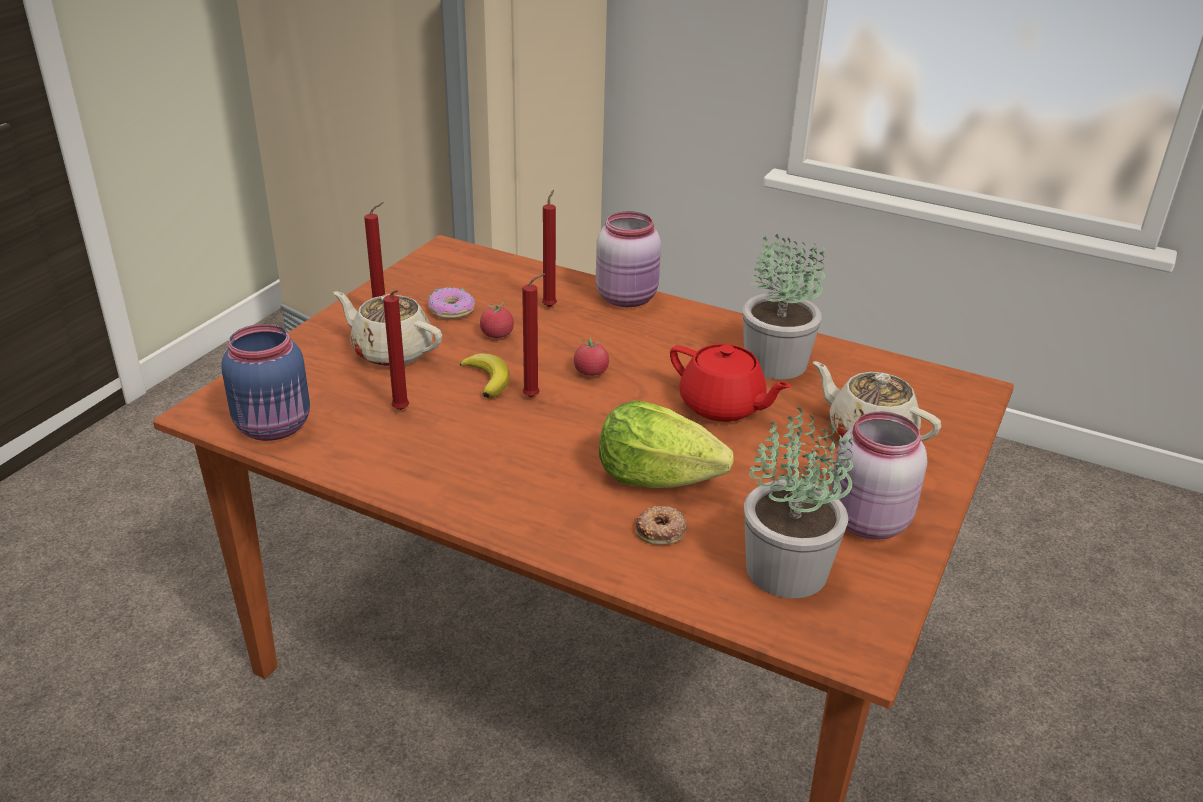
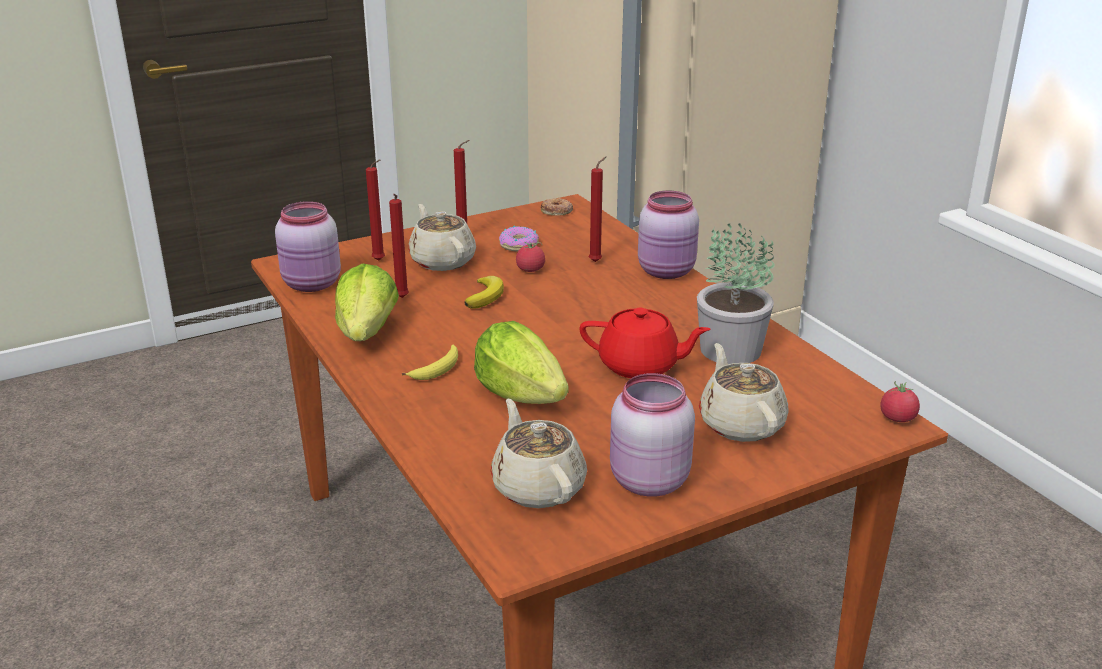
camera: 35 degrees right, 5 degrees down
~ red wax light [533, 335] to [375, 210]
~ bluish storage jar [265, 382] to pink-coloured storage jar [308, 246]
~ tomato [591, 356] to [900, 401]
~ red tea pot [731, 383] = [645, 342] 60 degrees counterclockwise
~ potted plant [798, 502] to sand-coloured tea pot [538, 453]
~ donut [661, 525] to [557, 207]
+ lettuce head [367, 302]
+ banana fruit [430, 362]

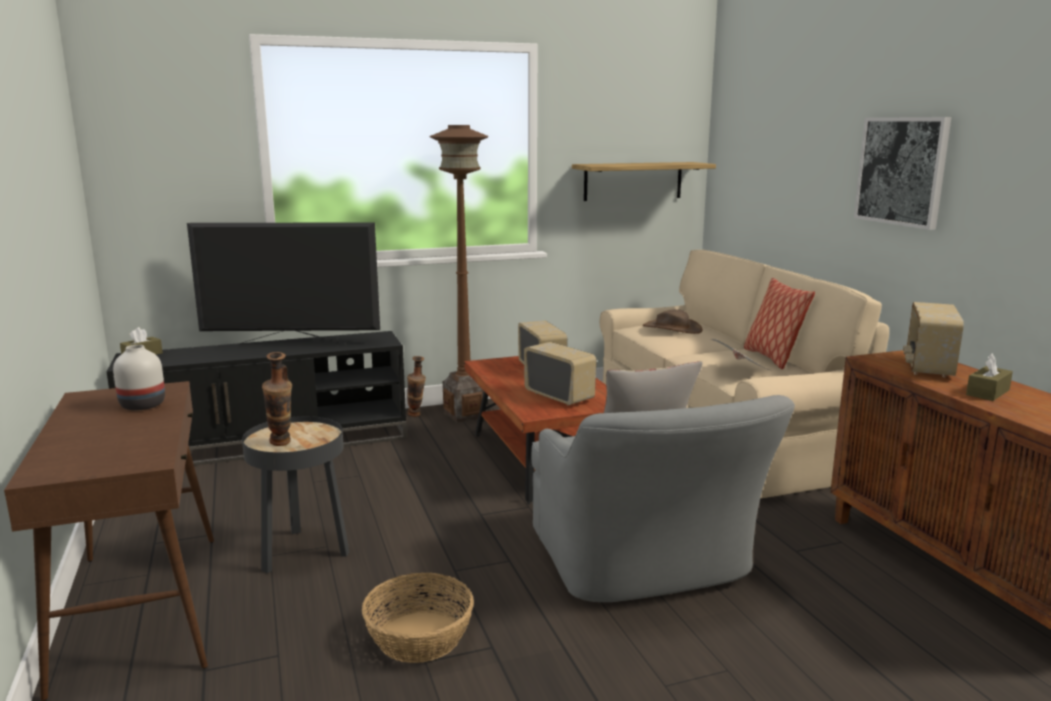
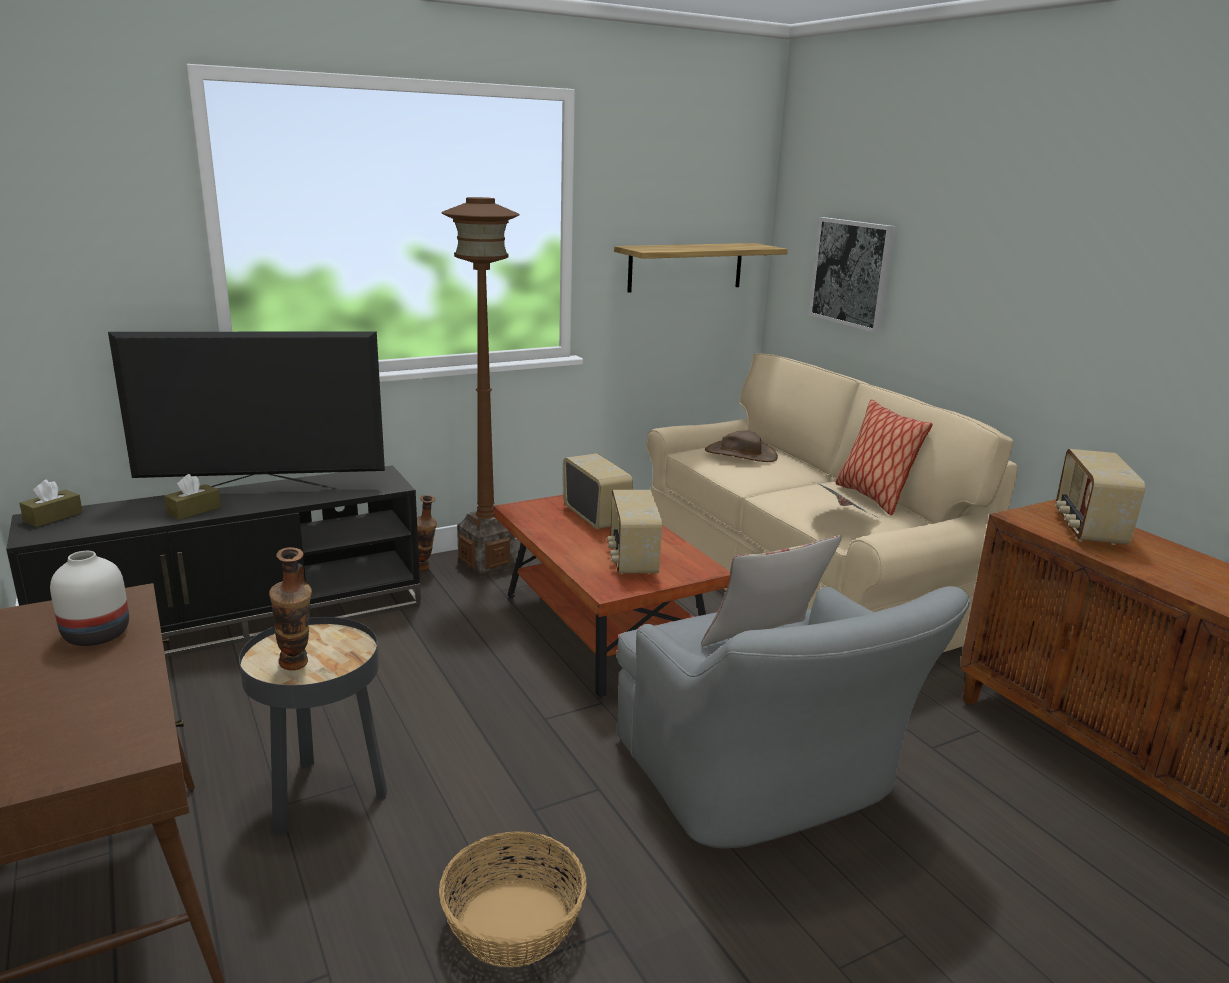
camera: 10 degrees left, 5 degrees up
~ wall art [902, 173] to [852, 275]
~ radio set [560, 373] = [634, 532] 135 degrees counterclockwise
~ brown-coloured box of tissues [989, 377] to [192, 497]

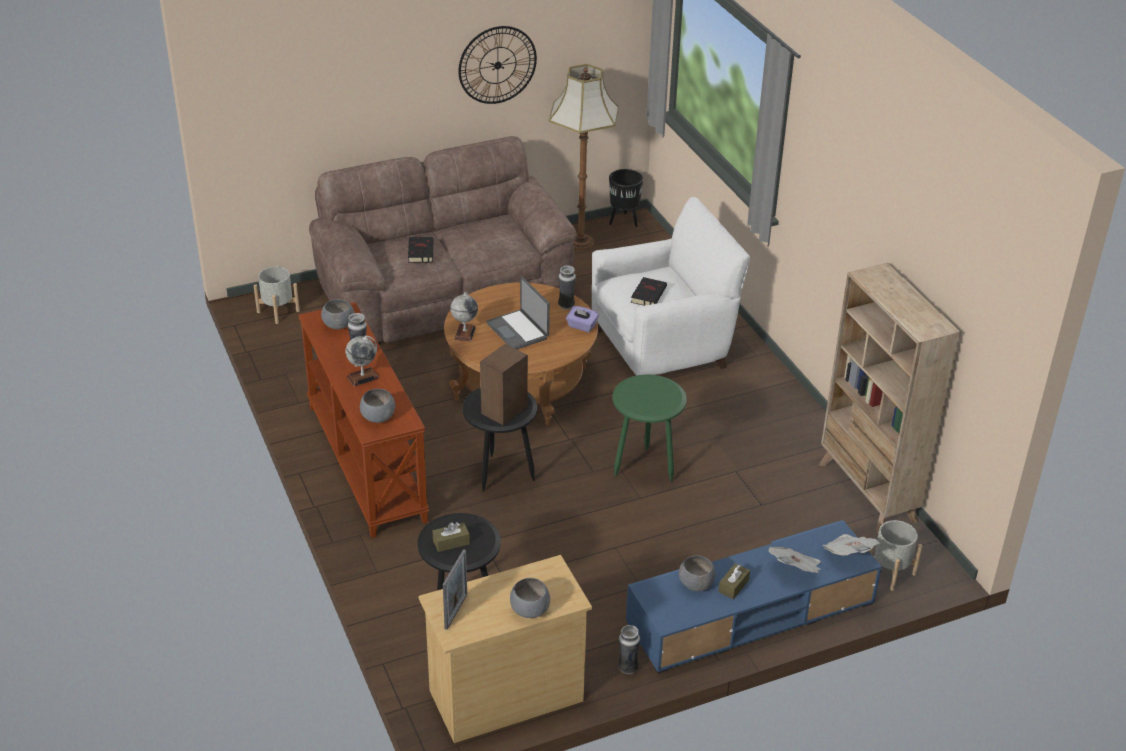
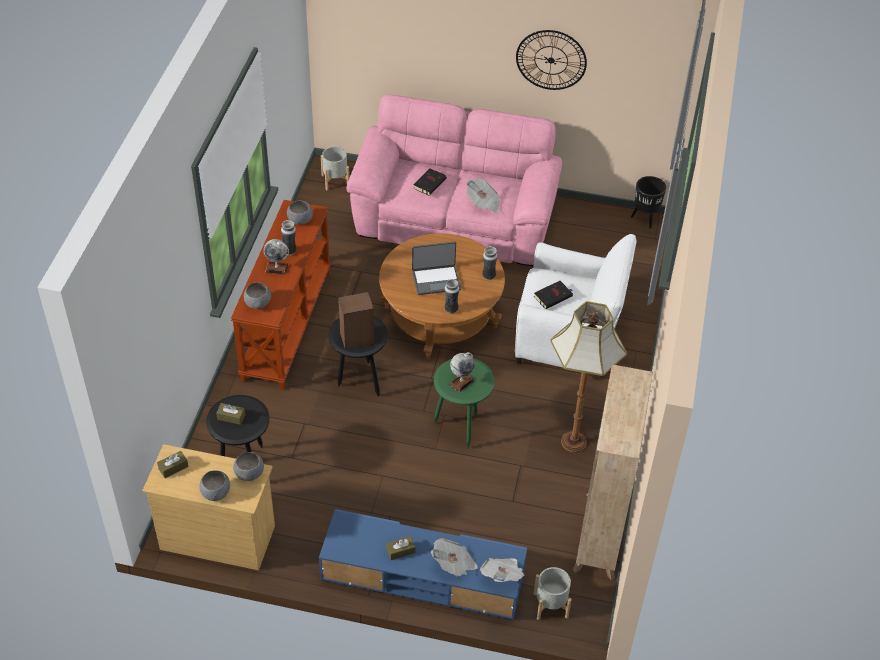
camera: 35 degrees right, 10 degrees up
~ floor lamp [584, 157] to [589, 377]
~ brown-coloured sofa [443, 240] to pink-coloured sofa [454, 180]
~ portable computer [518, 313] = [436, 268] 105 degrees counterclockwise
~ desk globe [464, 316] to [462, 372]
- purple box of tissues [582, 319]
~ photo frame [455, 589] to brown-coloured box of tissues [172, 464]
~ grey deep dish [697, 573] to [248, 466]
~ decorative vase [629, 649] to [451, 296]
+ newspaper [483, 195]

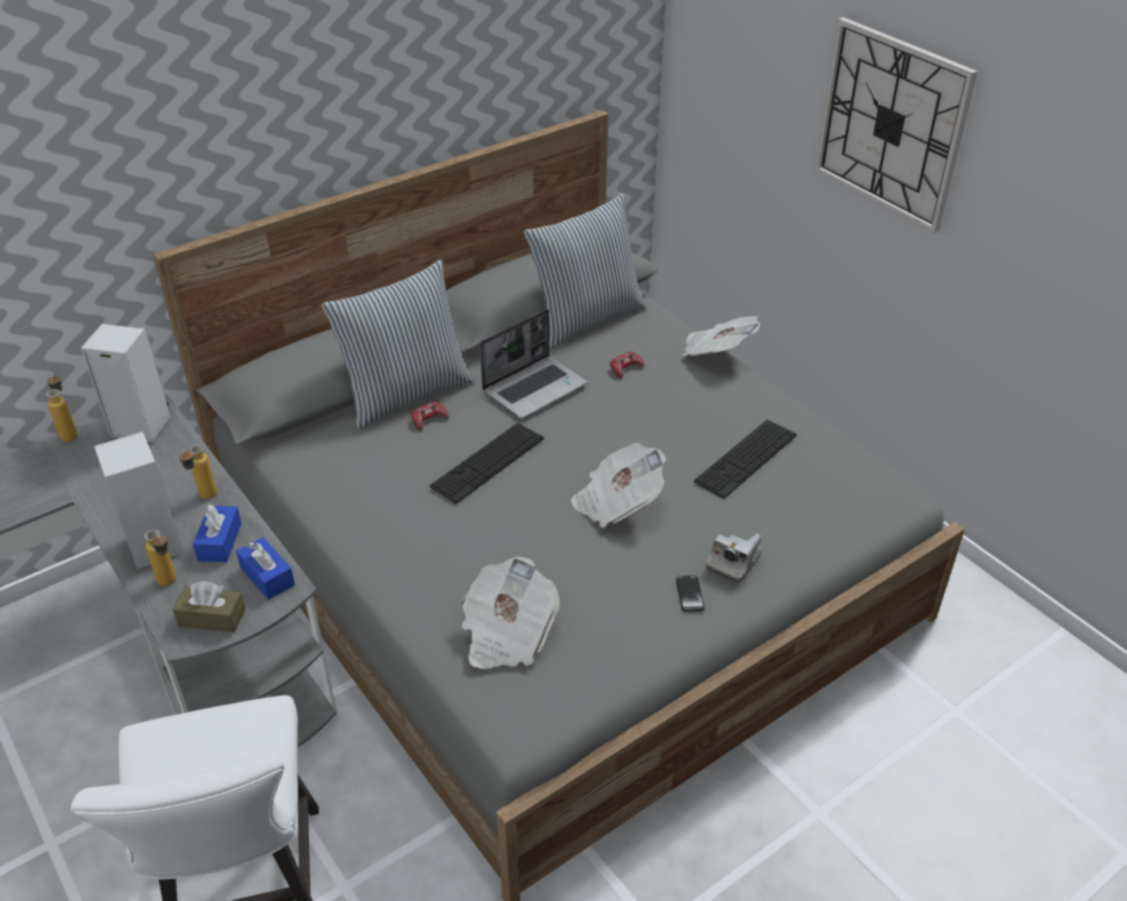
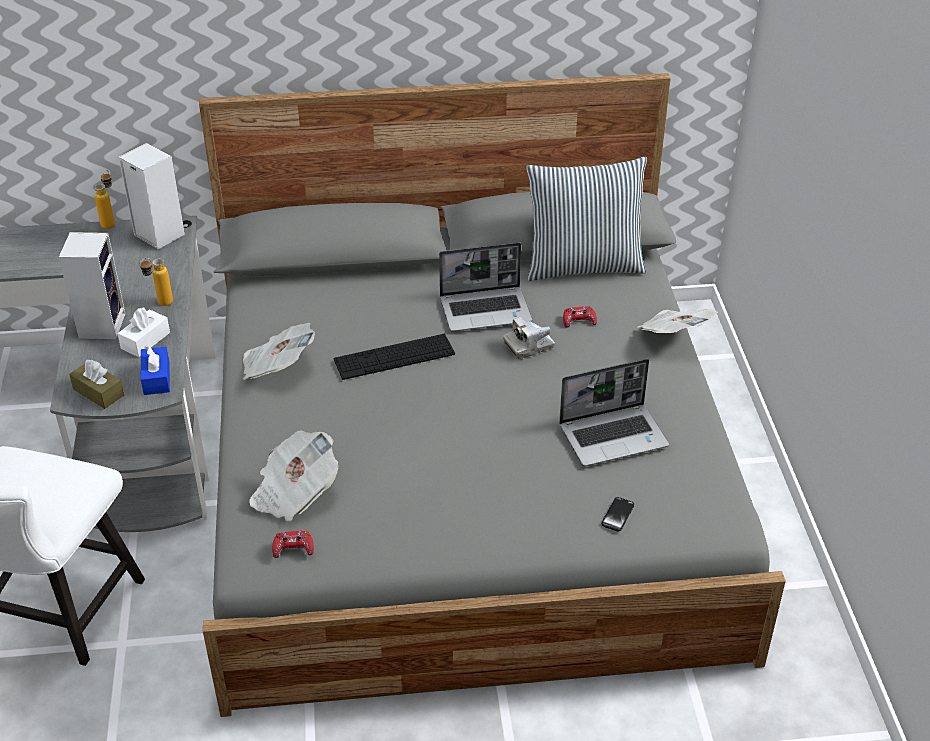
camera: 30 degrees right, 0 degrees up
- hanging clock [896, 125]
- throw pillow [397, 344]
~ red game controller [430, 416] to [293, 544]
~ computer keyboard [745, 459] to portable computer [614, 412]
~ newspaper [618, 485] to [279, 351]
~ bluish box of tissues [217, 533] to white box of tissues [143, 332]
- drink bottle [160, 557]
~ still camera [734, 559] to [529, 338]
~ handset [690, 593] to [618, 514]

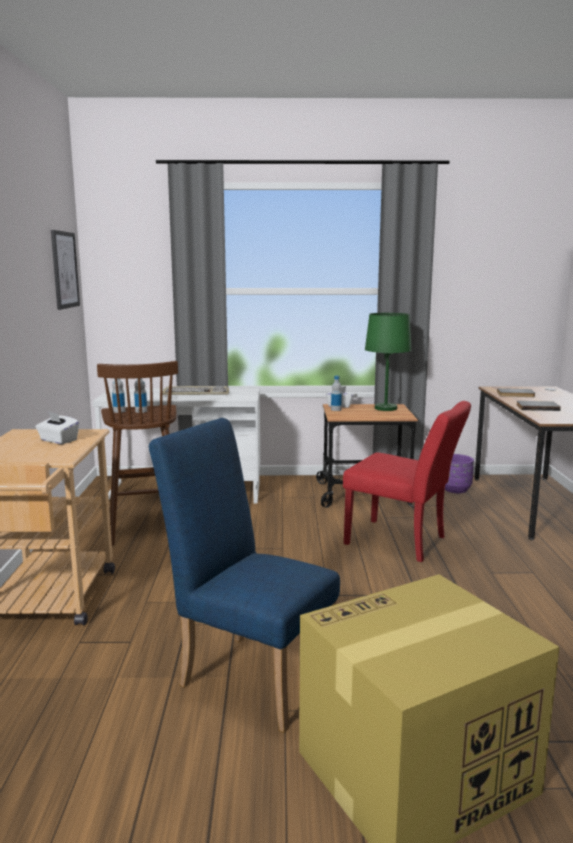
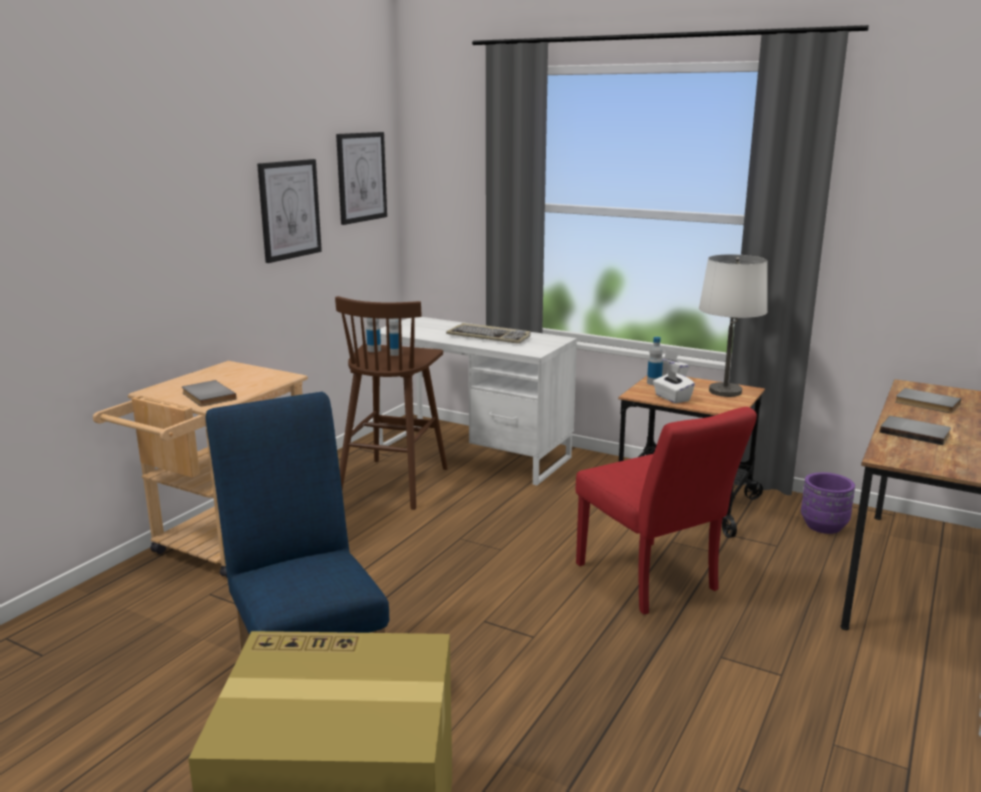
camera: 30 degrees right, 5 degrees up
~ greenish table lamp [388, 362] to white table lamp [733, 325]
~ white box of tissues [57, 427] to [674, 386]
+ wall art [289, 211]
+ grey book [209, 393]

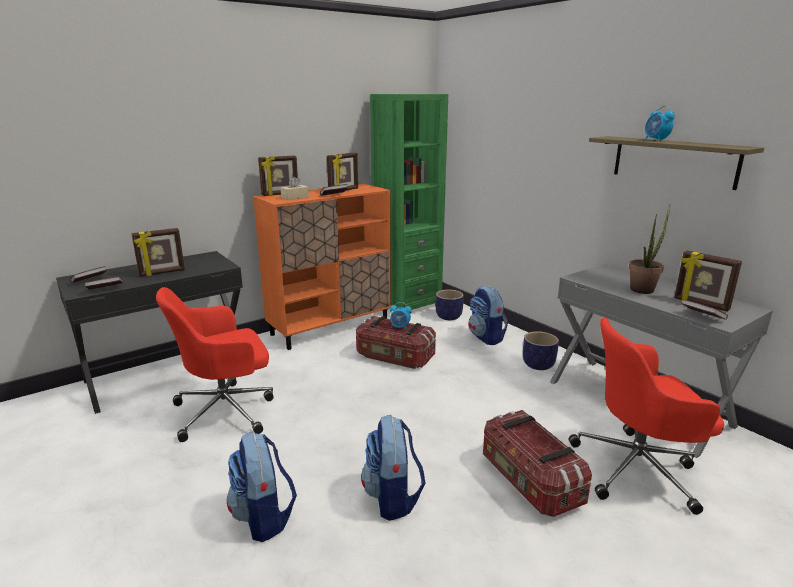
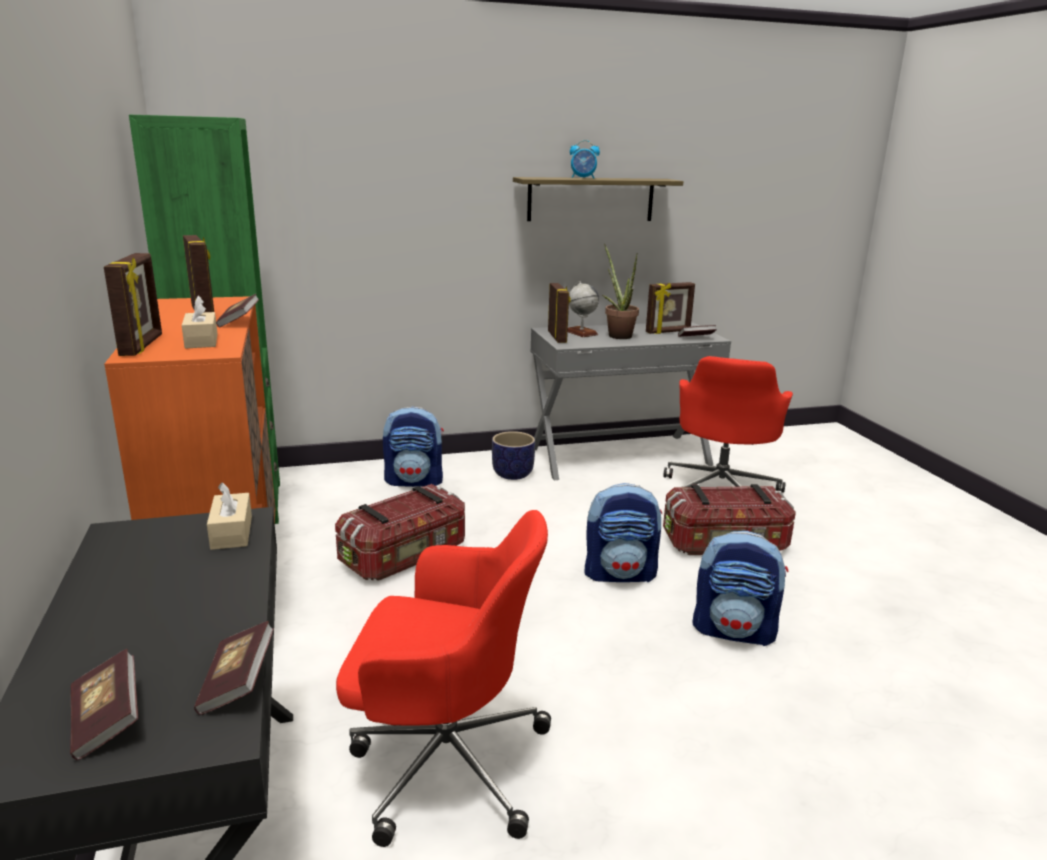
camera: 70 degrees left, 0 degrees up
~ photo frame [158, 252] to [559, 313]
~ red office chair [215, 364] = [443, 678] 75 degrees counterclockwise
- flower pot [450, 304]
- table clock [401, 316]
~ knapsack [262, 487] to [623, 532]
+ desk globe [583, 309]
+ sand-coloured box of tissues [229, 516]

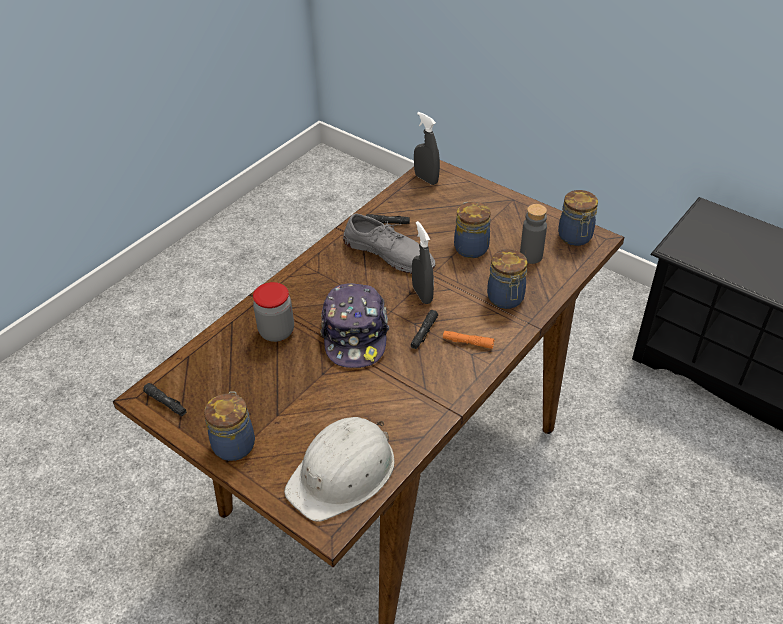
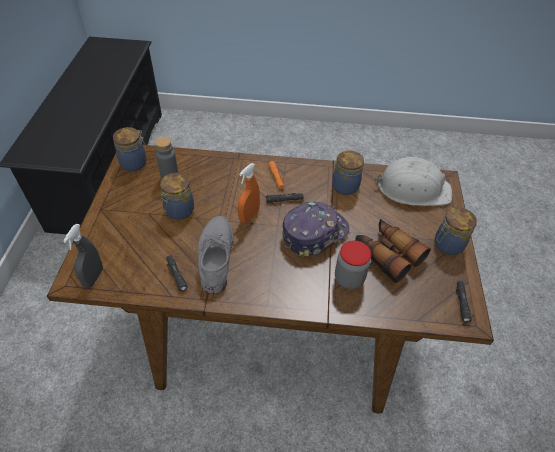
camera: 125 degrees left, 5 degrees up
~ grey sprayer [423, 262] to orange-coloured sprayer [249, 193]
~ storage jar [507, 279] to [348, 172]
+ pair of binoculars [393, 251]

